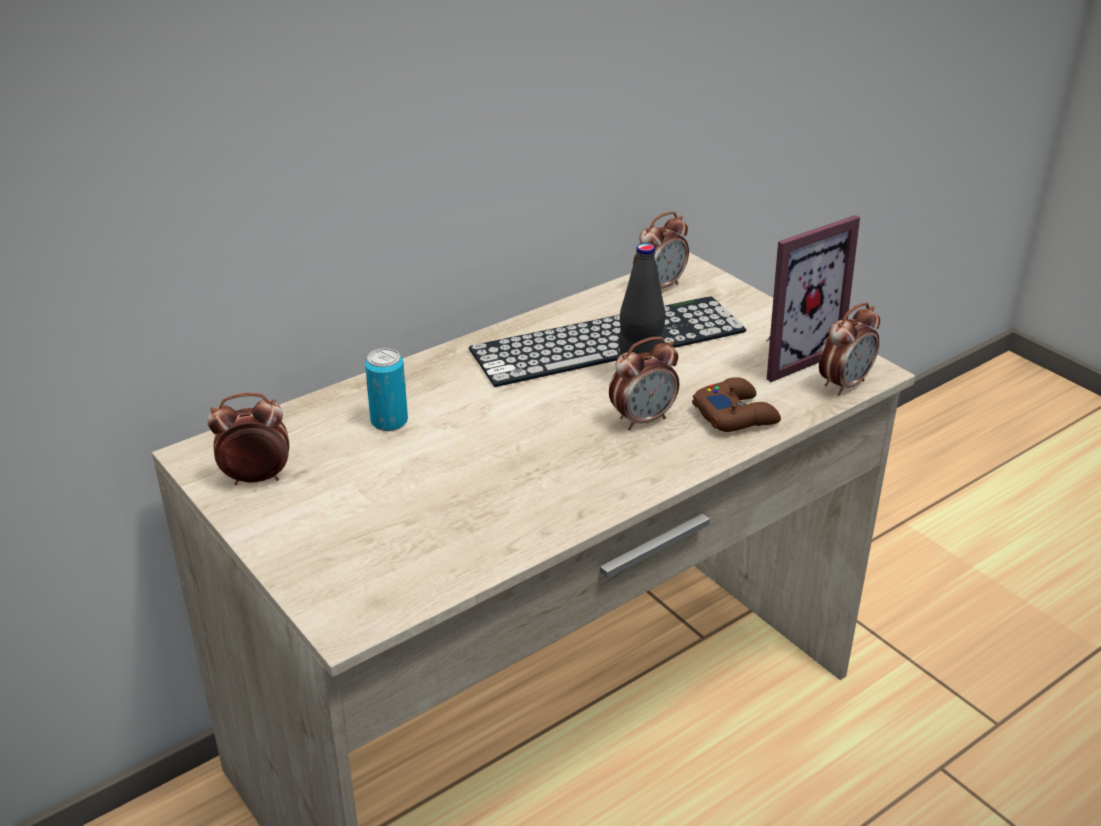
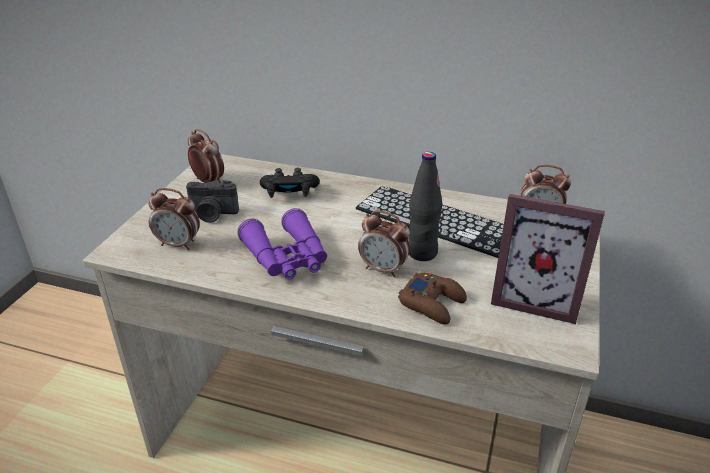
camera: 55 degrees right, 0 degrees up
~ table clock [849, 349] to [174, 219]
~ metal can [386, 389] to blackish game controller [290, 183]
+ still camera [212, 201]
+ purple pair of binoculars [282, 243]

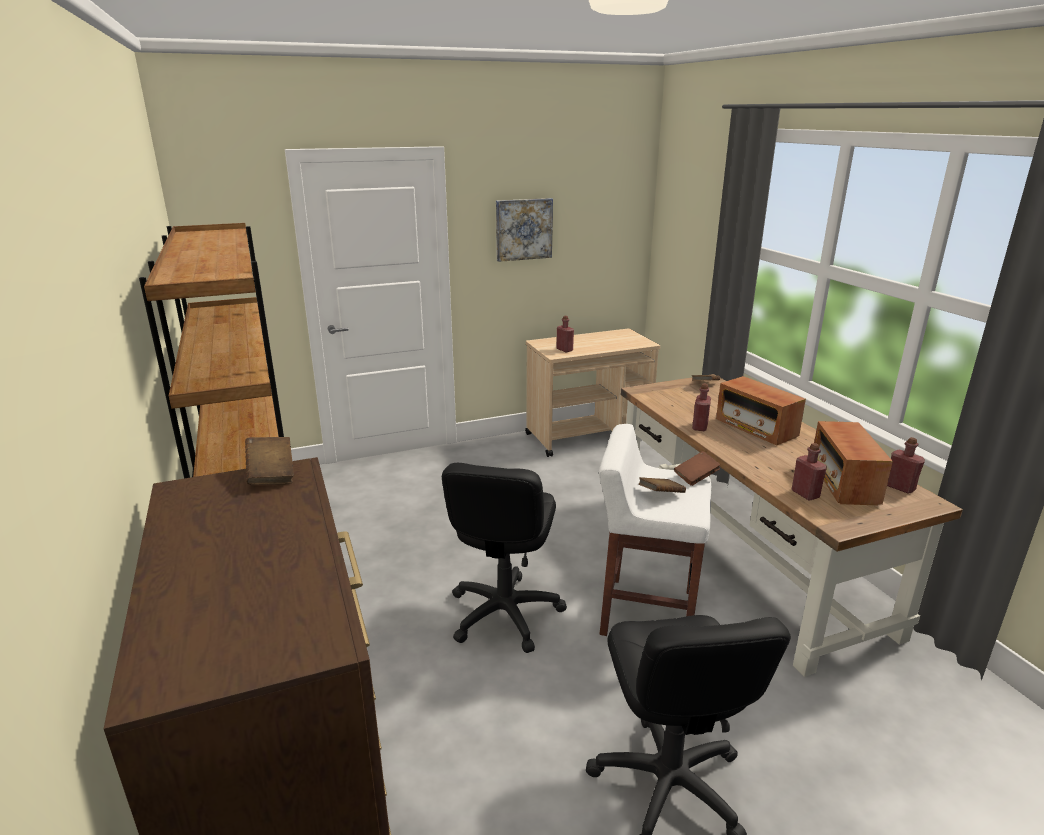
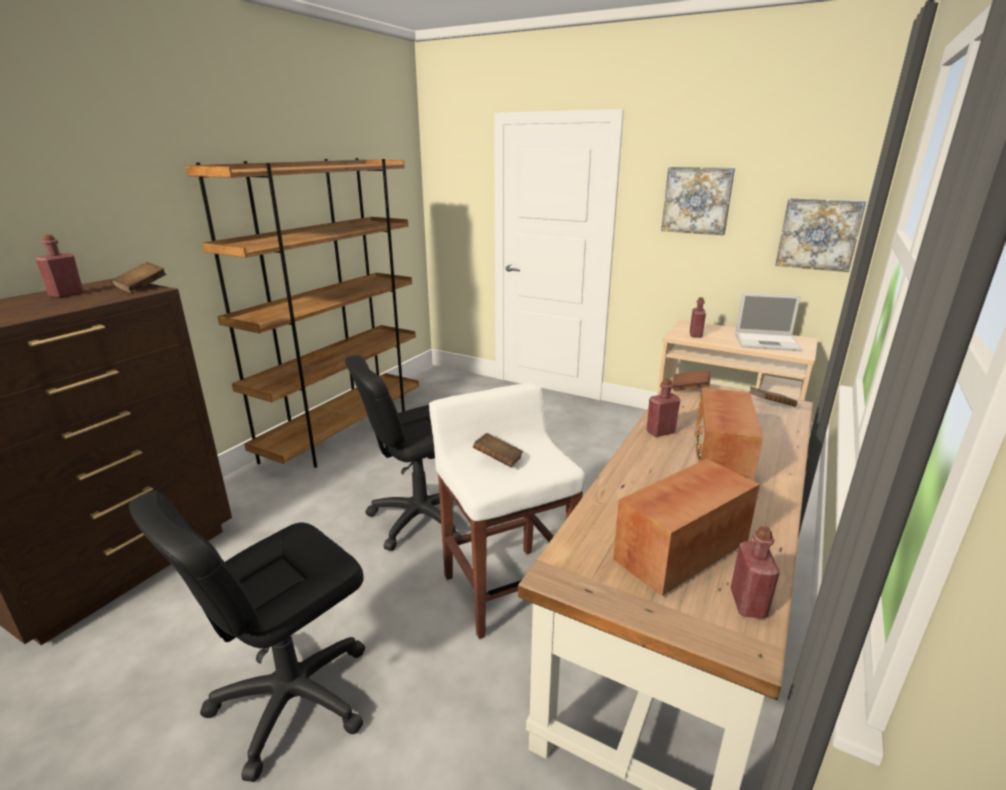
camera: 50 degrees right, 0 degrees up
~ red drink bottle [809, 472] to [59, 266]
~ brown-coloured book [697, 468] to [691, 380]
+ wall art [820, 235]
+ portable computer [768, 322]

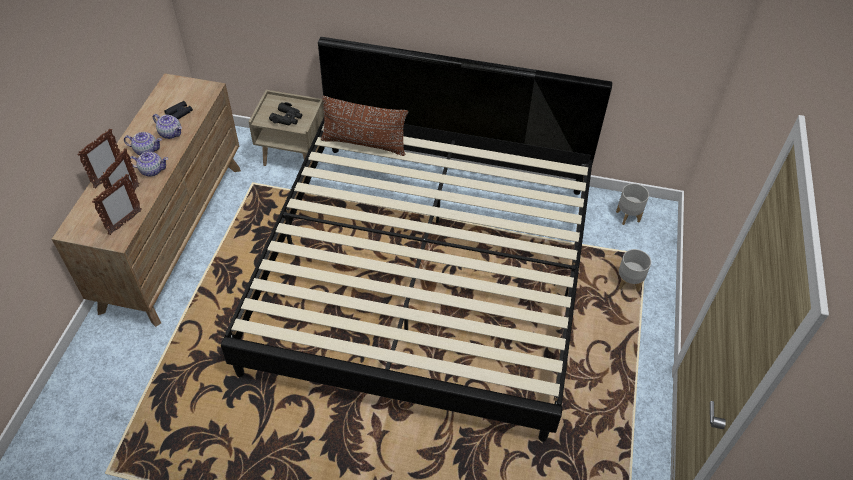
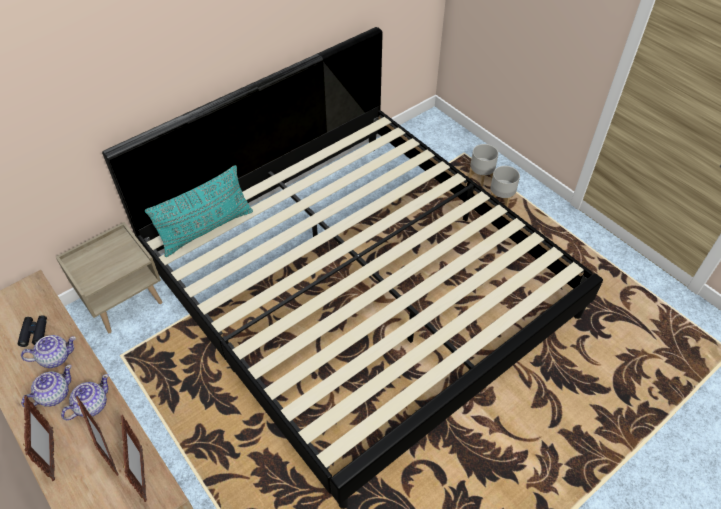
camera: 50 degrees left, 0 degrees up
~ brown-coloured throw pillow [364, 126] to blue-green throw pillow [199, 211]
- blackish pair of binoculars [285, 113]
~ grey flower pot [632, 204] to [505, 186]

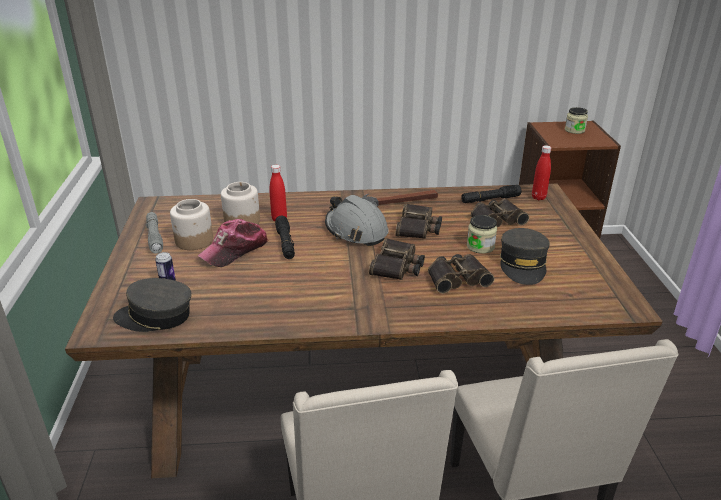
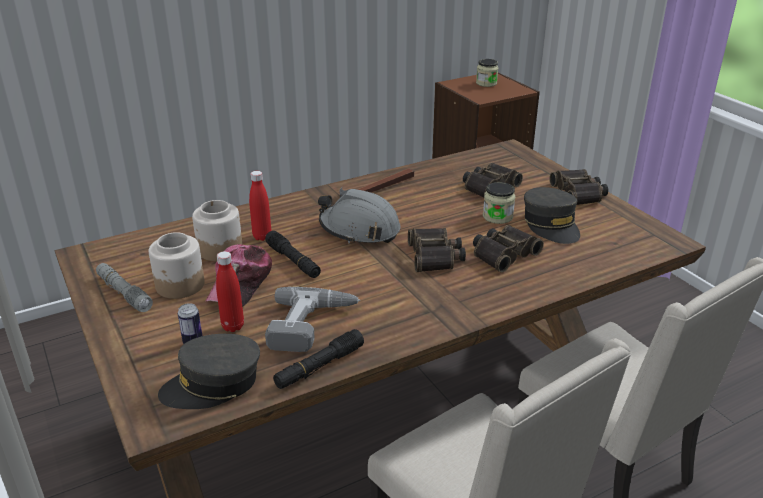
camera: 25 degrees left, 0 degrees up
~ red drink bottle [541, 172] to [230, 291]
~ blackish hand torch [491, 194] to [318, 359]
~ pair of binoculars [418, 221] to [579, 187]
+ drill [312, 319]

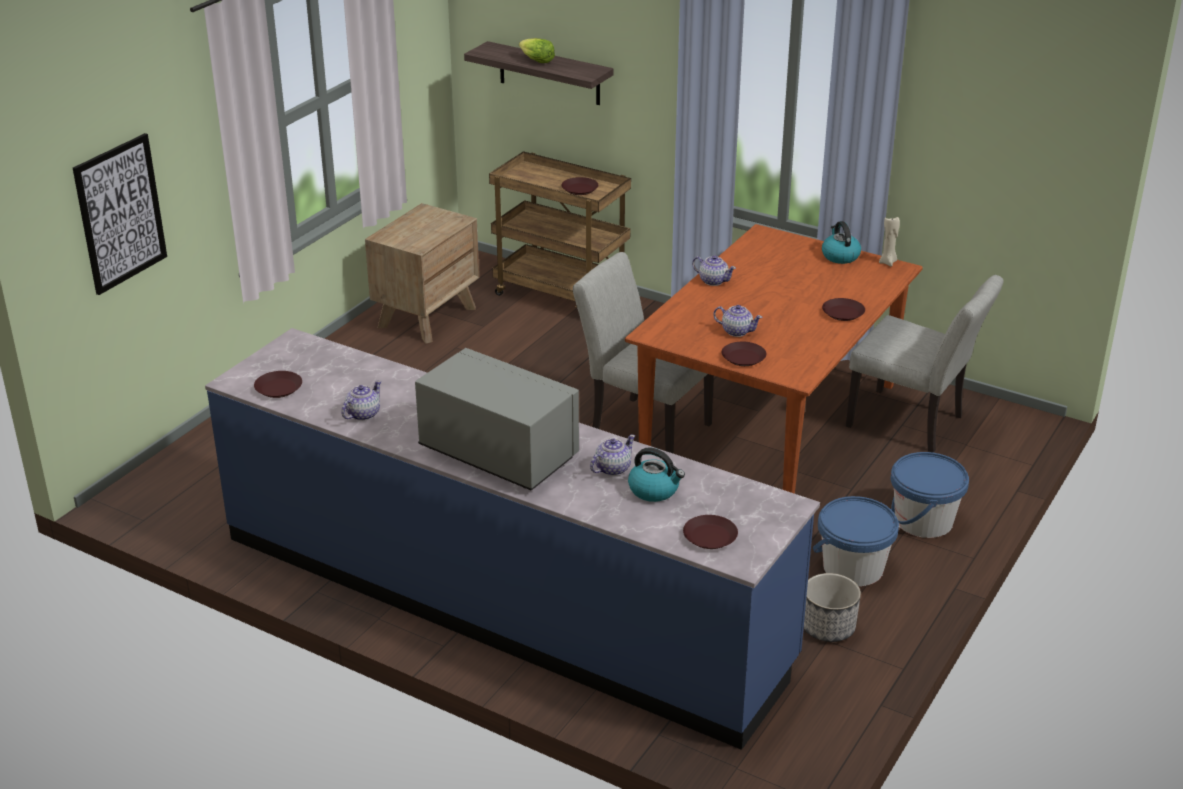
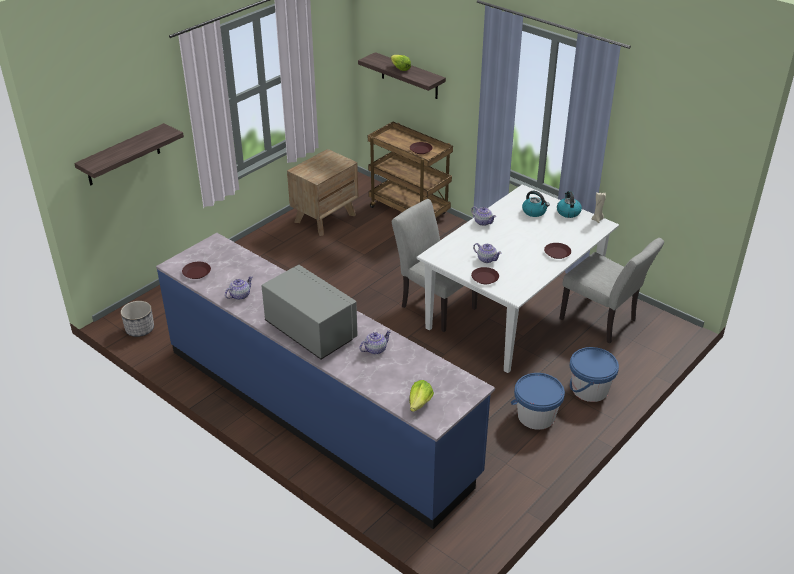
camera: 10 degrees right, 5 degrees up
~ wall art [120, 214] to bracket shelf [129, 154]
~ brown-coloured dinner table [774, 359] to white dinner table [518, 278]
~ tea kettle [656, 474] to [536, 204]
~ brown-coloured dinner plate [710, 532] to lettuce head [421, 396]
~ flower pot [832, 607] to [137, 319]

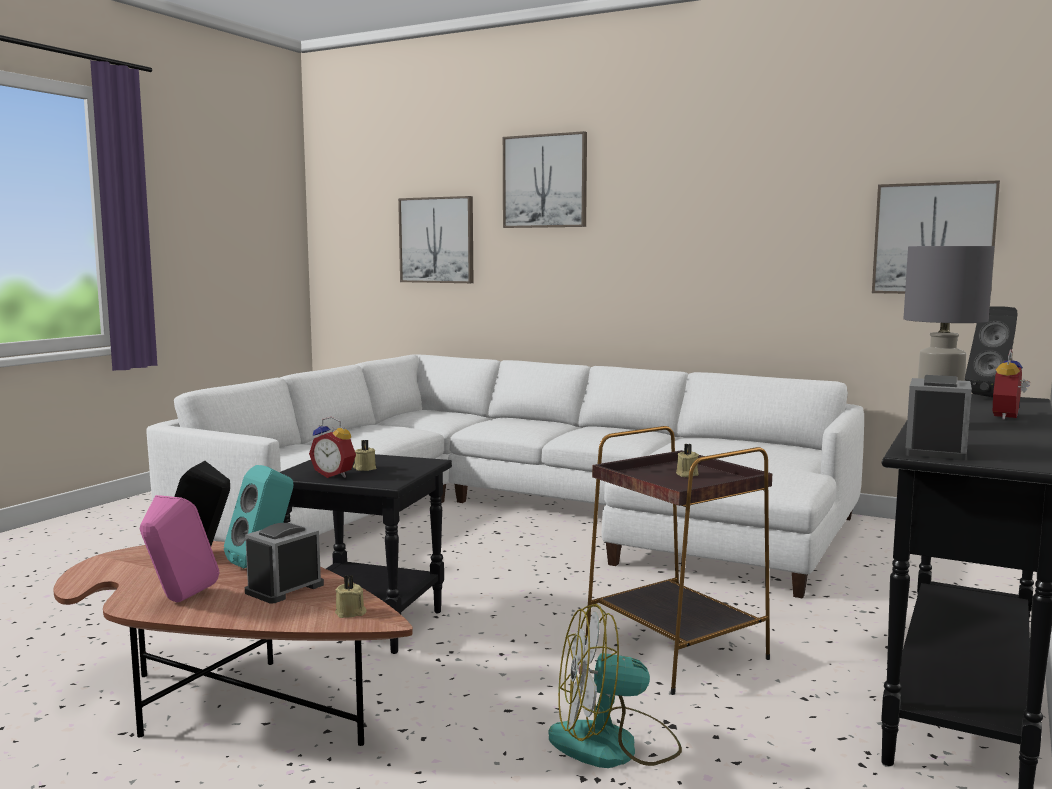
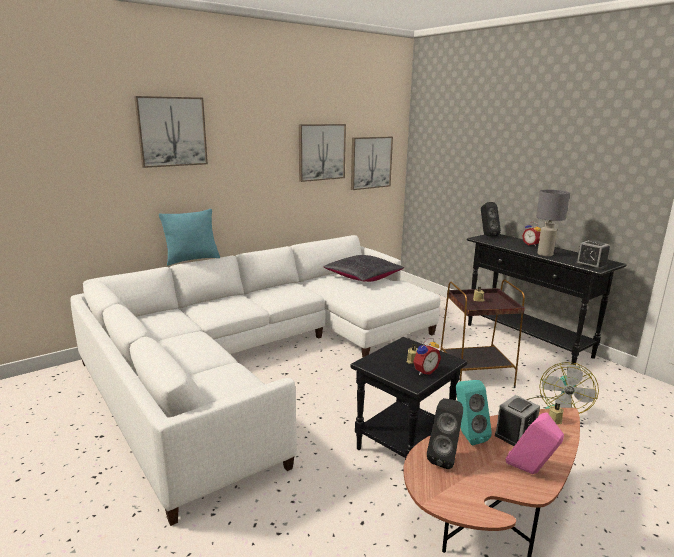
camera: 65 degrees left, 10 degrees up
~ wall art [435, 239] to [322, 153]
~ table clock [284, 563] = [517, 420] 105 degrees counterclockwise
+ blue-green throw pillow [189, 237]
+ blackish throw pillow [364, 268]

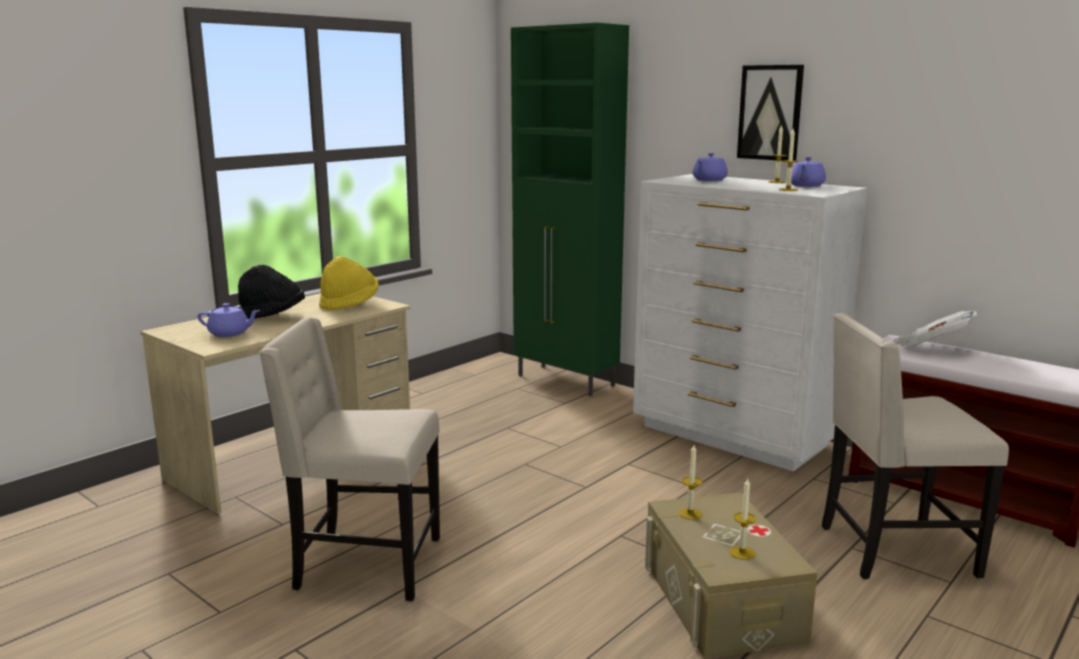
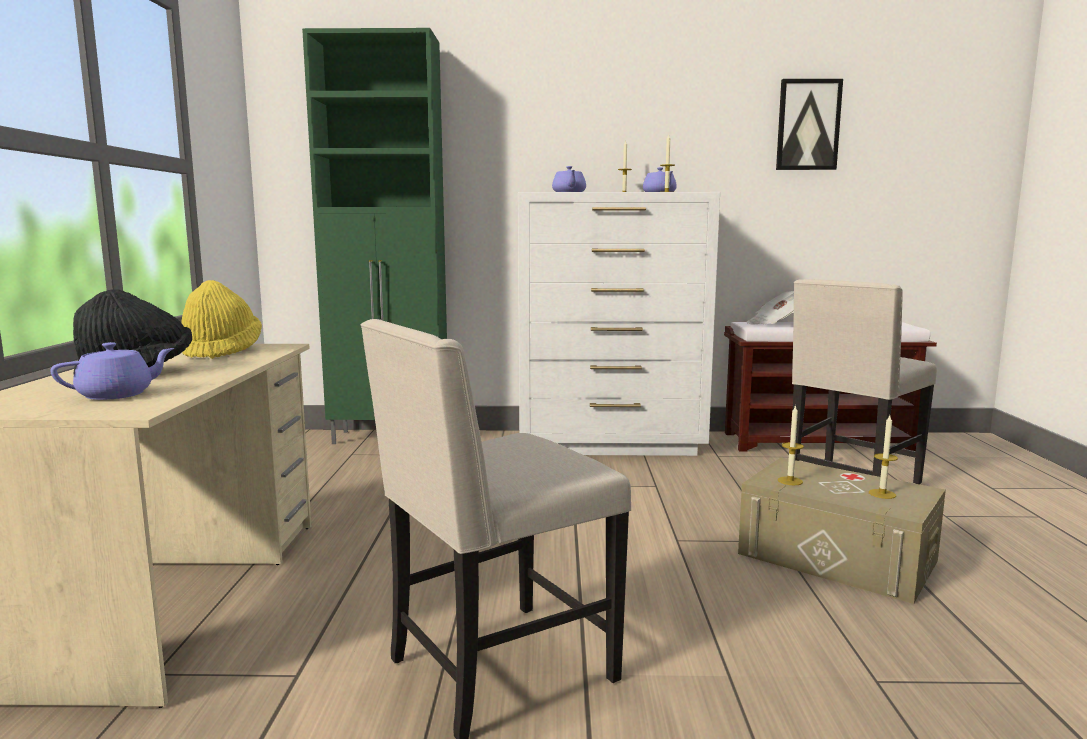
camera: 40 degrees left, 5 degrees down
~ wall art [770, 113] to [809, 124]

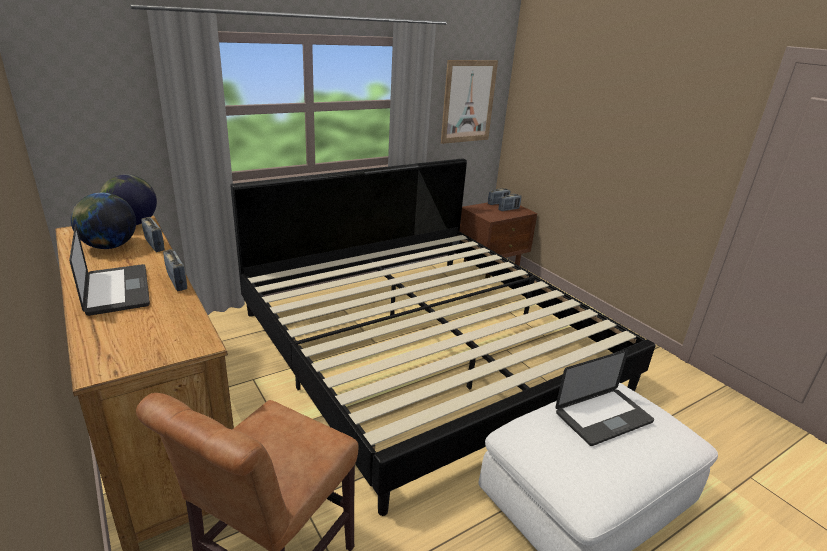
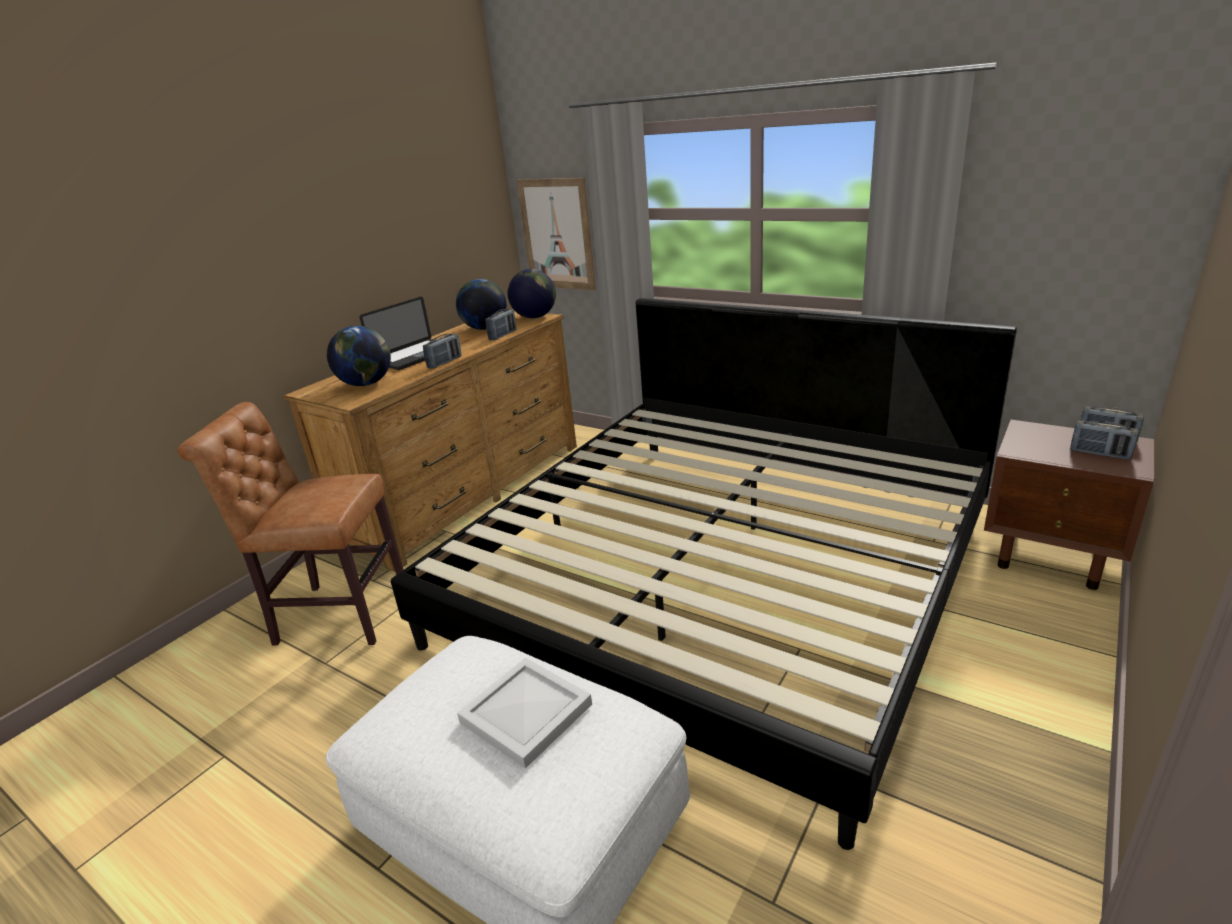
camera: 70 degrees right, 0 degrees up
~ wall art [469, 102] to [556, 234]
~ portable computer [604, 398] to white serving tray [524, 713]
+ desk globe [359, 356]

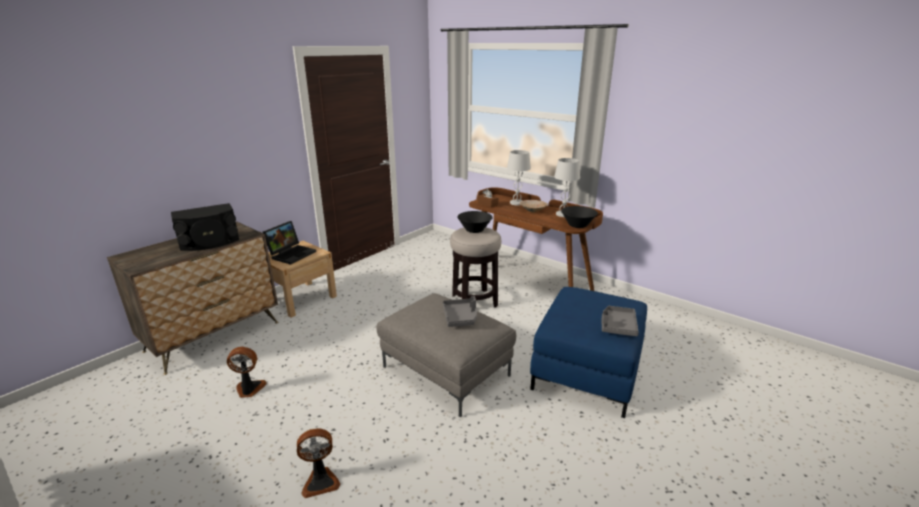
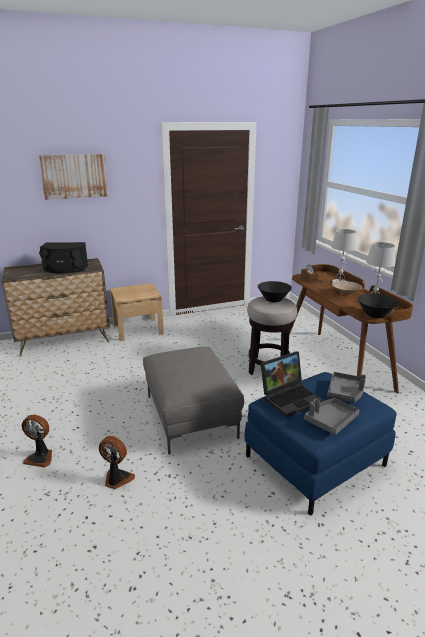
camera: 30 degrees right, 0 degrees up
~ portable computer [289, 243] to [292, 384]
~ grey serving tray [460, 311] to [346, 387]
~ fan [247, 372] to [117, 462]
+ wall art [73, 177]

